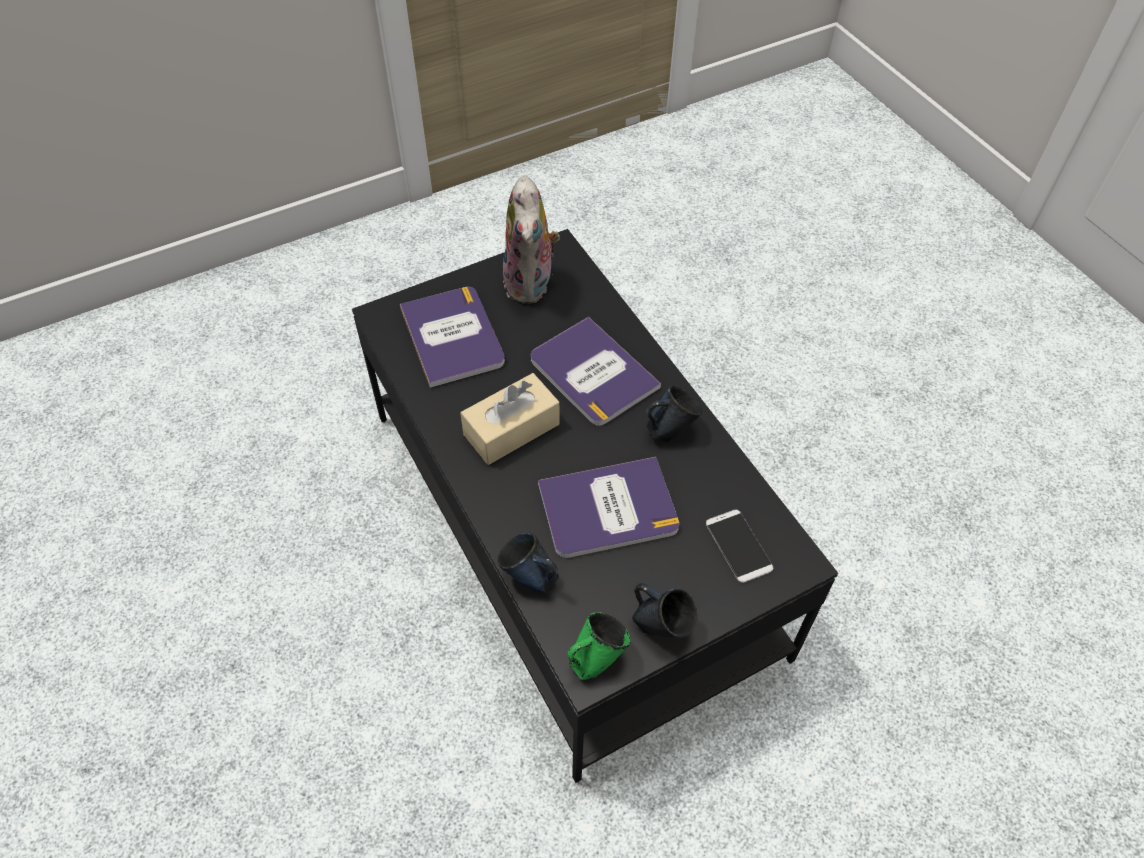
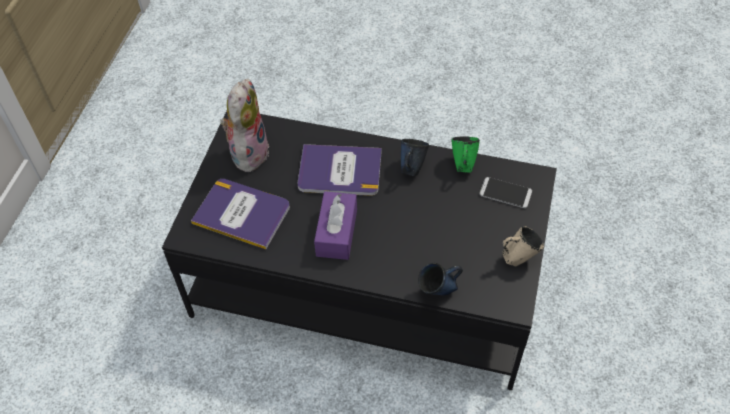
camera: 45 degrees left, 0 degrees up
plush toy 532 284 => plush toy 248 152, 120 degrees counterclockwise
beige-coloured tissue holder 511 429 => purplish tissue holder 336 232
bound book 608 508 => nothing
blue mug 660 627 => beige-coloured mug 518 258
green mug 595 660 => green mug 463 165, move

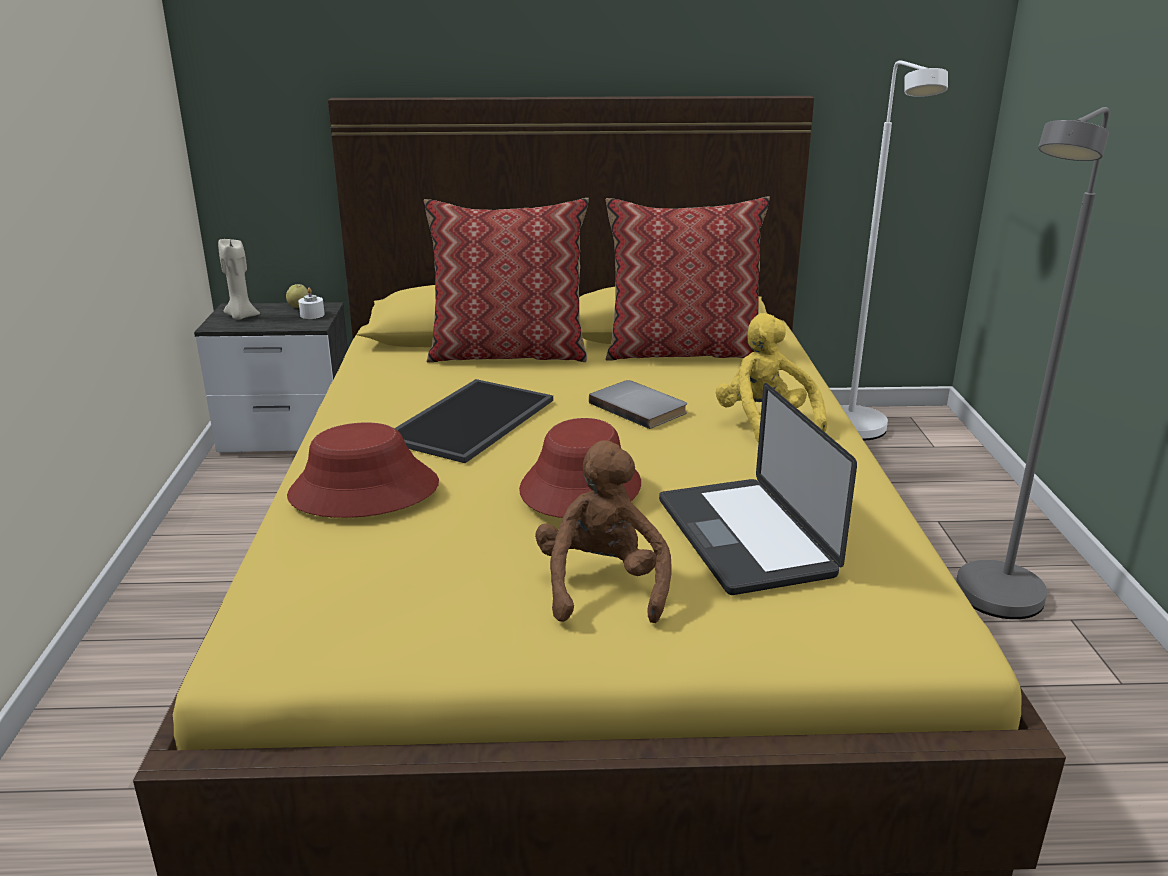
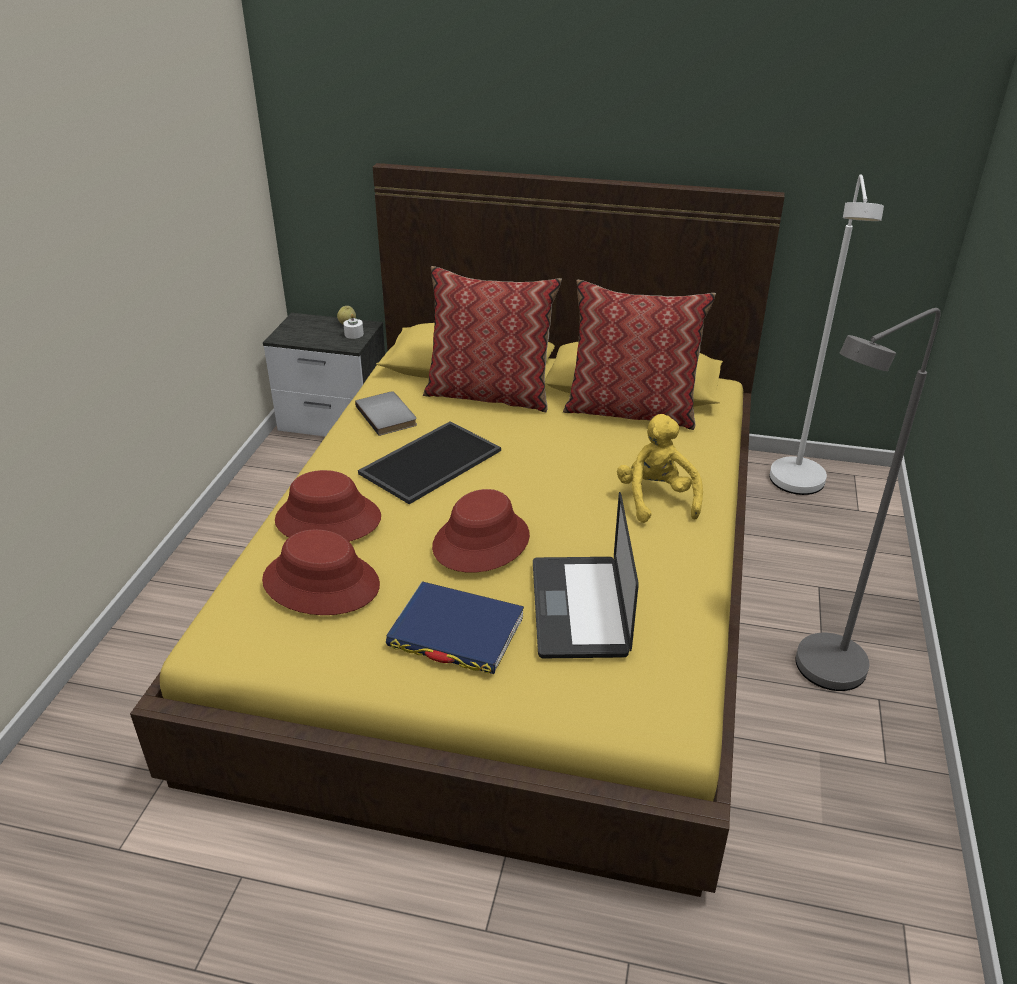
camera: 15 degrees right, 10 degrees up
beige-coloured candle 241 317 => nothing
gray bound book 640 407 => gray bound book 388 415, move
brown plush toy 602 585 => blue bound book 456 632
nothing => red hat 321 583

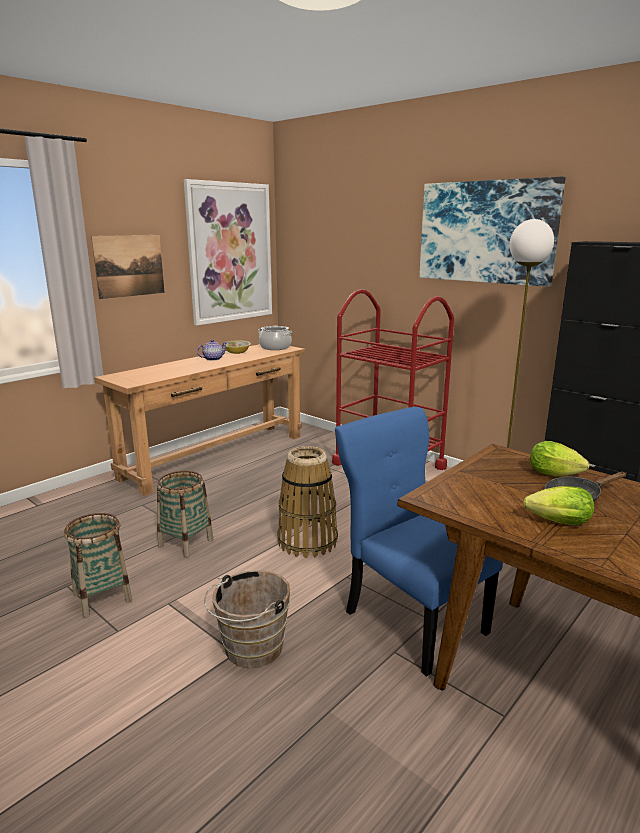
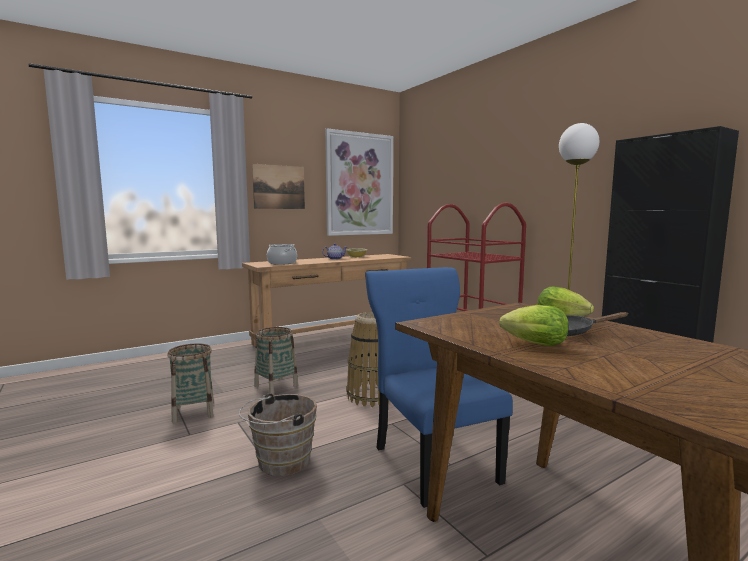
camera: 15 degrees right, 10 degrees down
picture 486 232 => nothing
saucepot 275 347 => saucepot 282 263, move

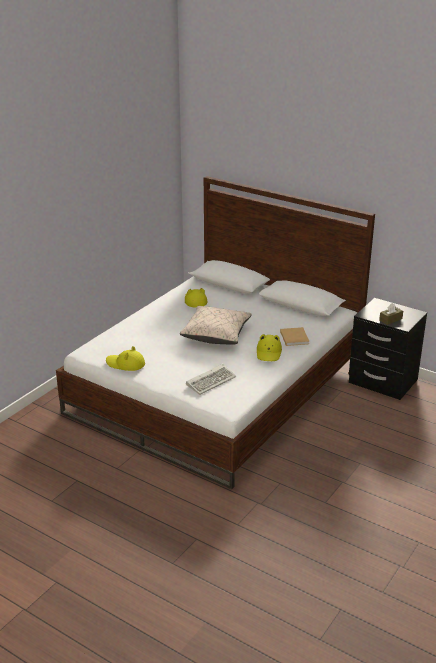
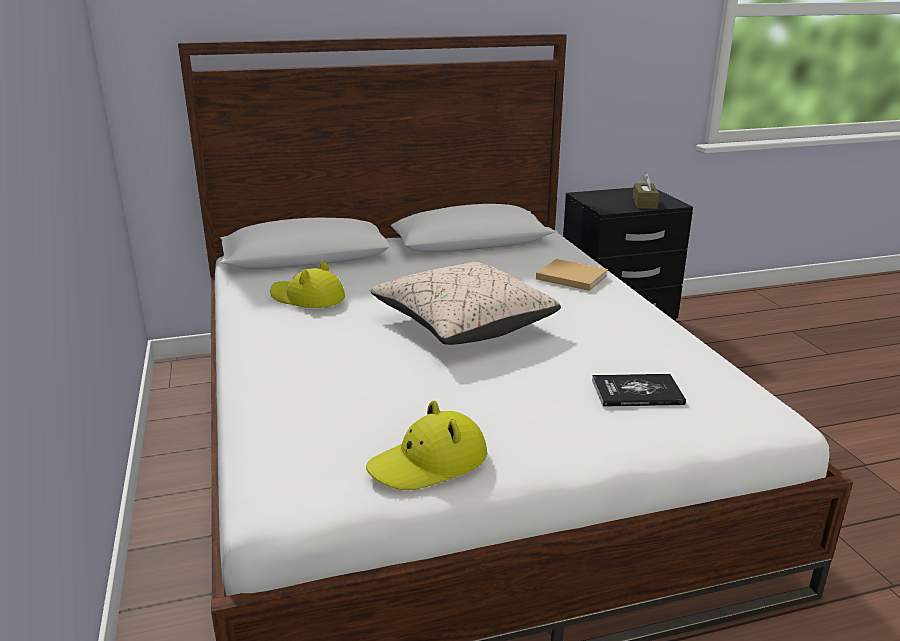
camera: 50 degrees left, 5 degrees down
yellowish hat 269 352 => nothing
computer keyboard 211 381 => bound book 637 392

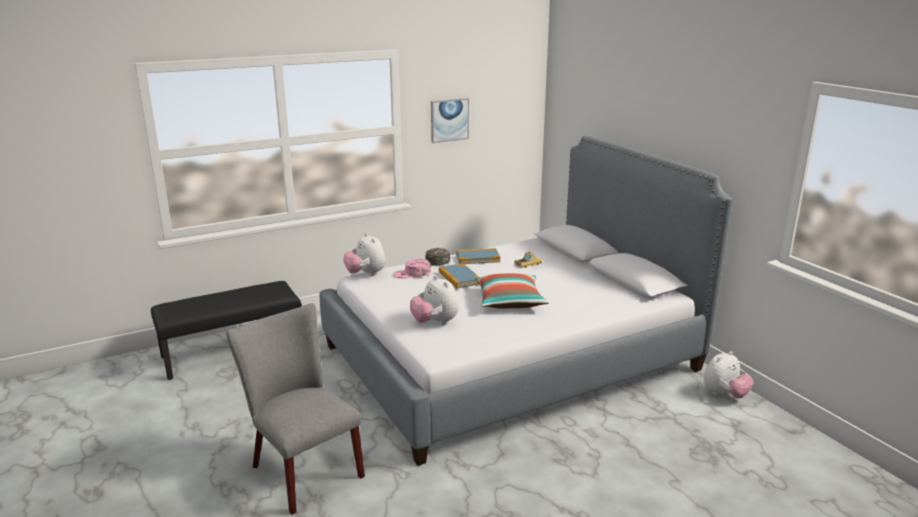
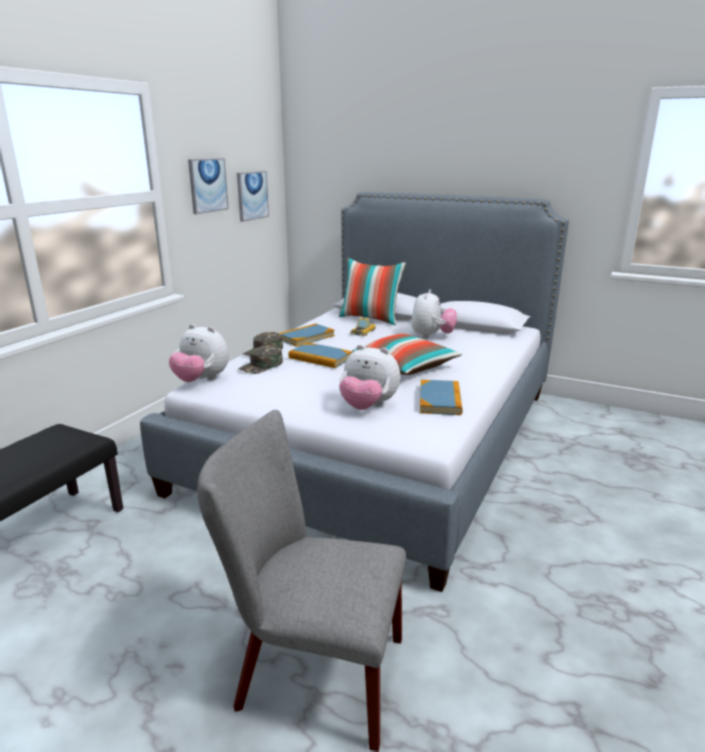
camera: 35 degrees left, 0 degrees up
pink baseball cap 412 273 => green baseball cap 261 366
plush toy 724 394 => plush toy 432 336, move
nothing => picture 252 195
nothing => pillow 370 319
nothing => bound book 440 400

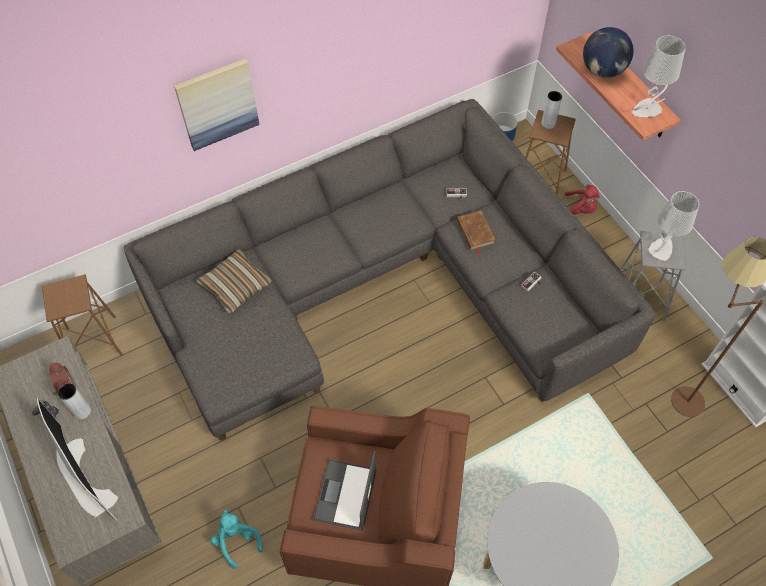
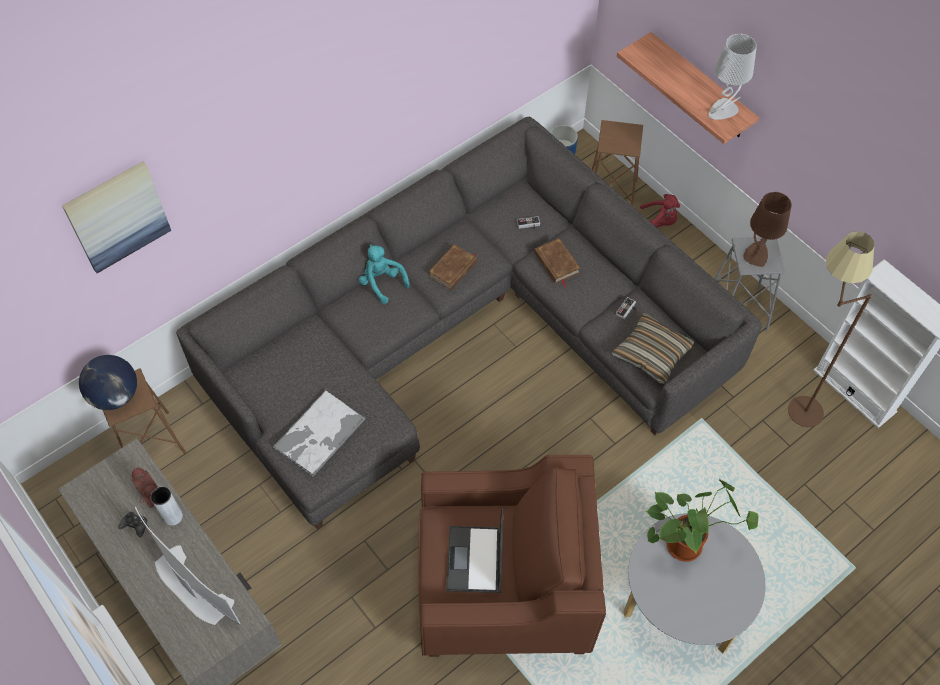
camera: 10 degrees left, 0 degrees up
world globe 602 71 => world globe 116 395, move
picture 217 104 => picture 117 216, move
gray vase 548 123 => nothing
gray table lamp 661 248 => brown table lamp 756 254
pillow 235 286 => pillow 651 353, move
turquoise-coloured plush toy 237 541 => turquoise-coloured plush toy 382 283, move
nothing => brown bound book 453 269
nothing => tray 319 434
nothing => potted plant 686 543

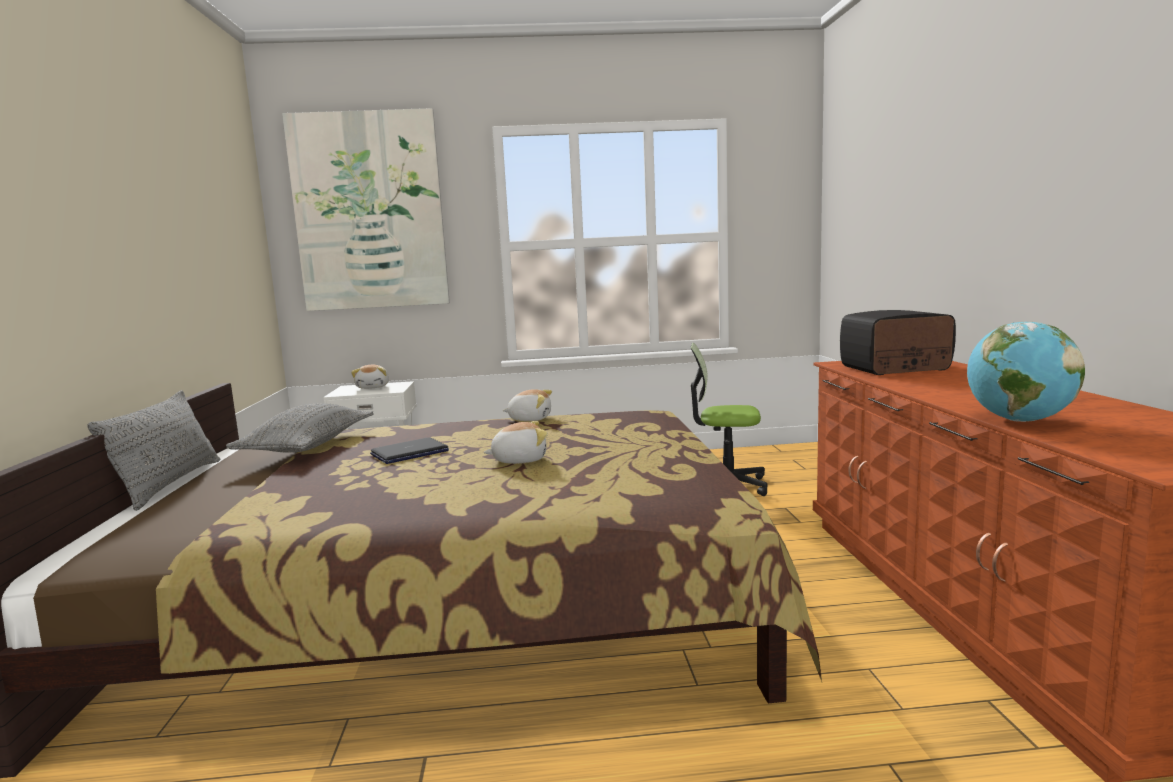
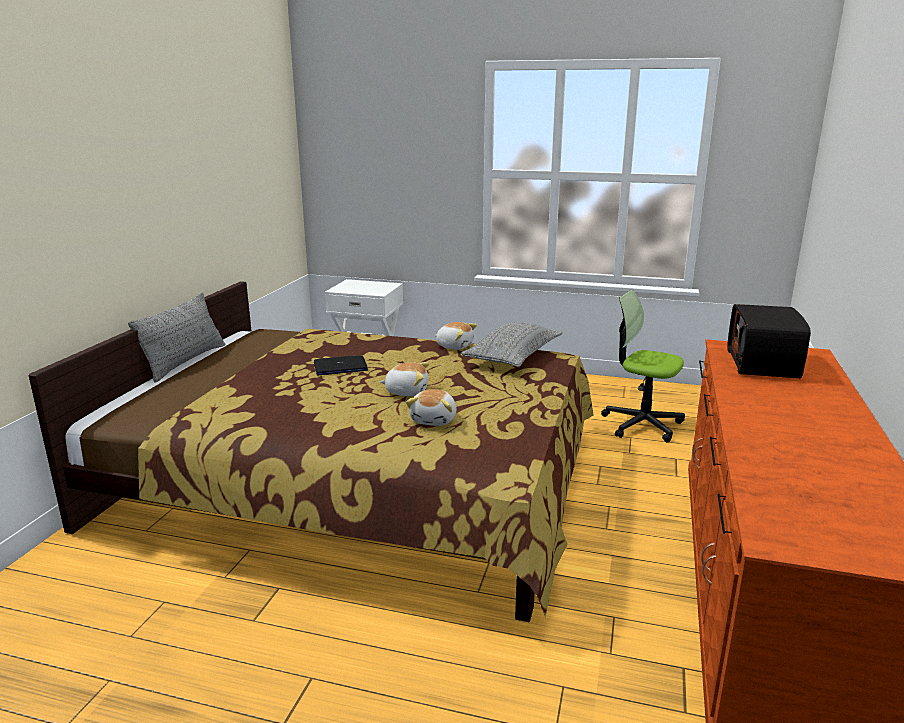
camera: 20 degrees right, 10 degrees up
picture 369 211 => nothing
radio receiver 895 368 => radio receiver 764 364, 90 degrees counterclockwise
world globe 1019 420 => nothing
plush toy 373 387 => plush toy 434 420, move
gray pillow 308 446 => gray pillow 513 357, move

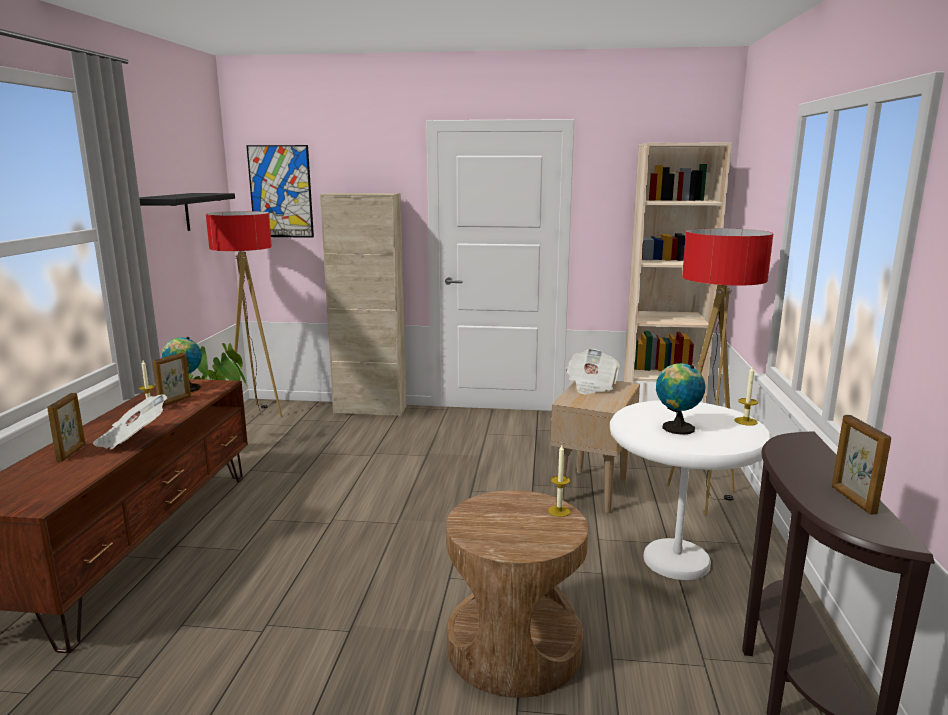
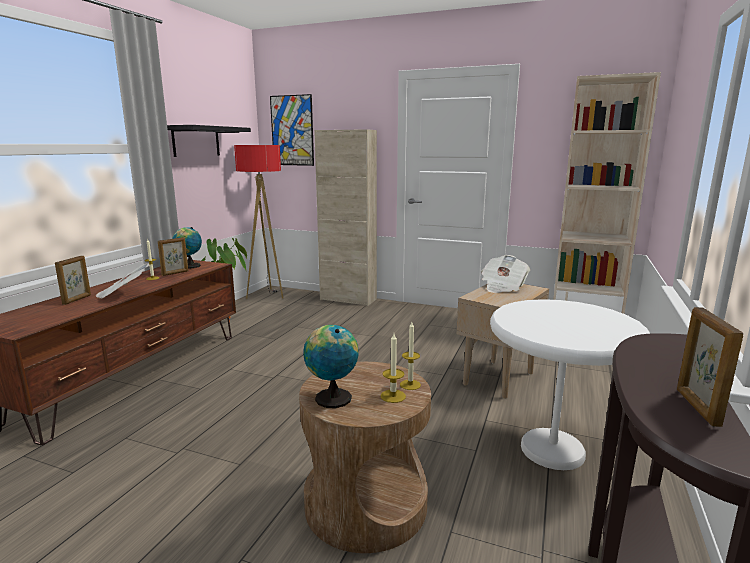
camera: 15 degrees right, 0 degrees up
standard lamp 702 497 => nothing
world globe 676 428 => world globe 331 397, move
candle 745 421 => candle 393 396, move

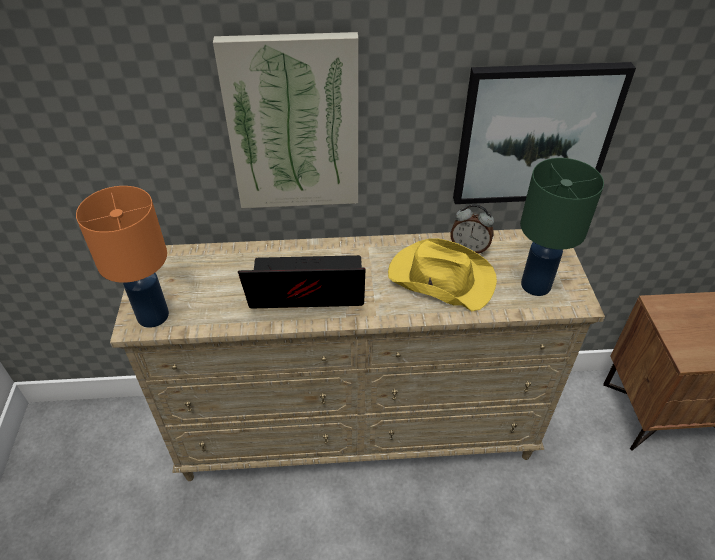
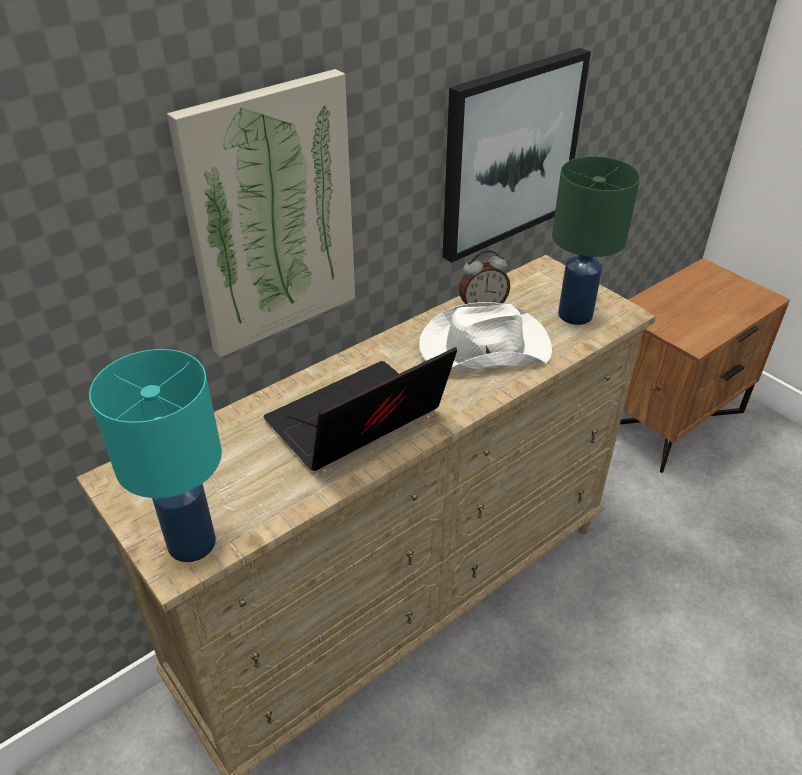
camera: 35 degrees left, 5 degrees down
orange table lamp 154 316 => turquoise-coloured table lamp 193 543
yellowish hat 440 277 => whitish hat 483 347

